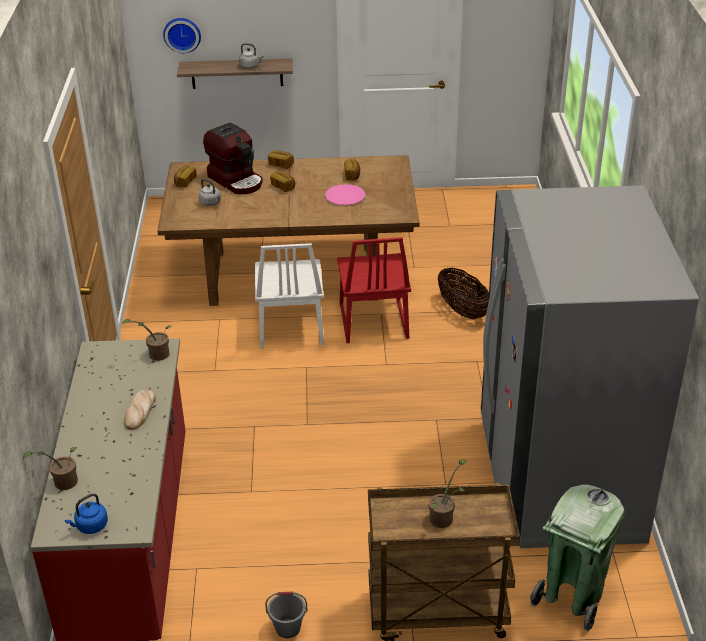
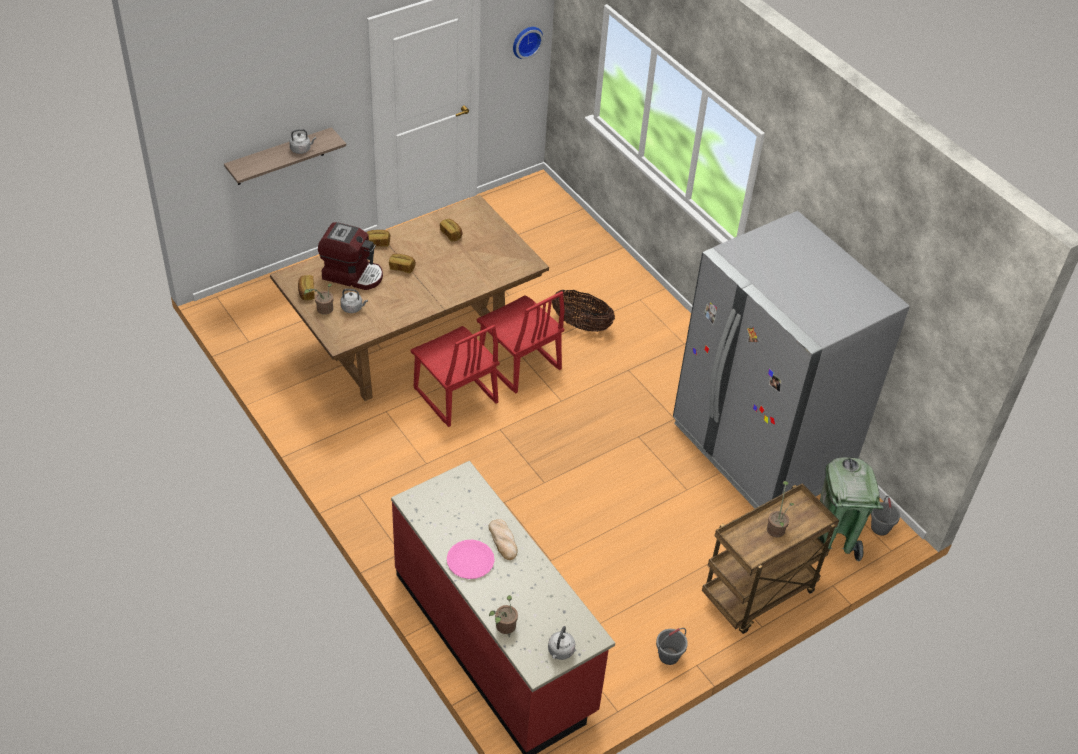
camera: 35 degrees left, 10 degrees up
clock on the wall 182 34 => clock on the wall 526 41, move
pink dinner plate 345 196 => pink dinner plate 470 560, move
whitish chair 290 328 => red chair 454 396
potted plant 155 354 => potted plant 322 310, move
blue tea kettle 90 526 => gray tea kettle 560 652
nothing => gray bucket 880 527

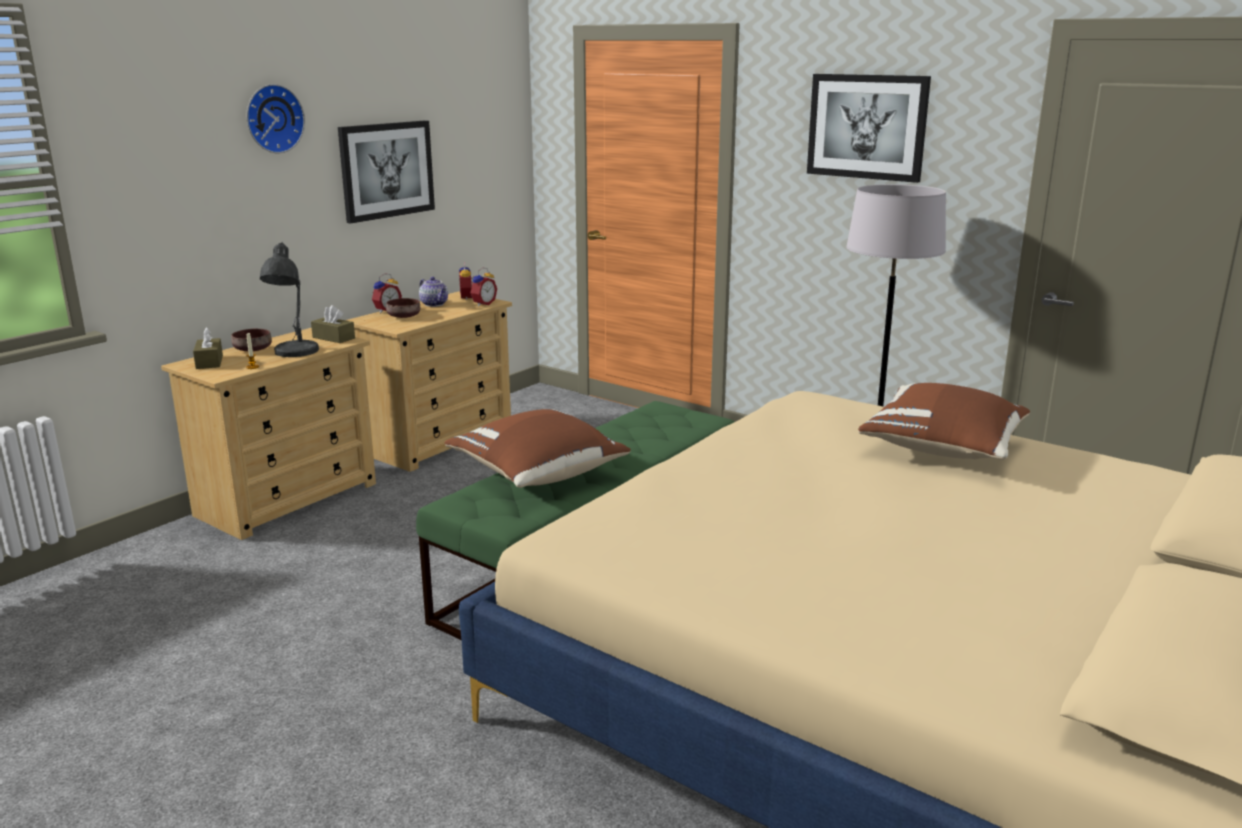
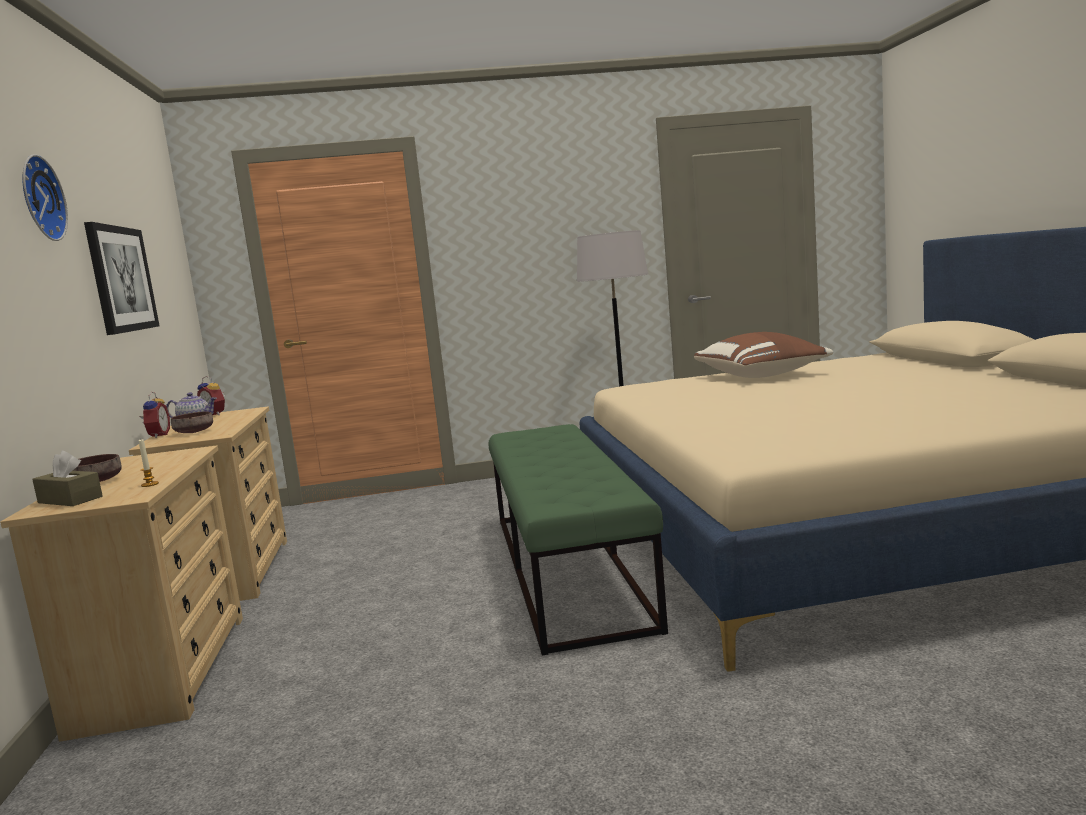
camera: 45 degrees left, 10 degrees down
picture 867 126 => nothing
gray table lamp 294 353 => nothing
table clock 483 304 => nothing
brown tissue holder 333 338 => nothing
brown pillow 539 474 => nothing

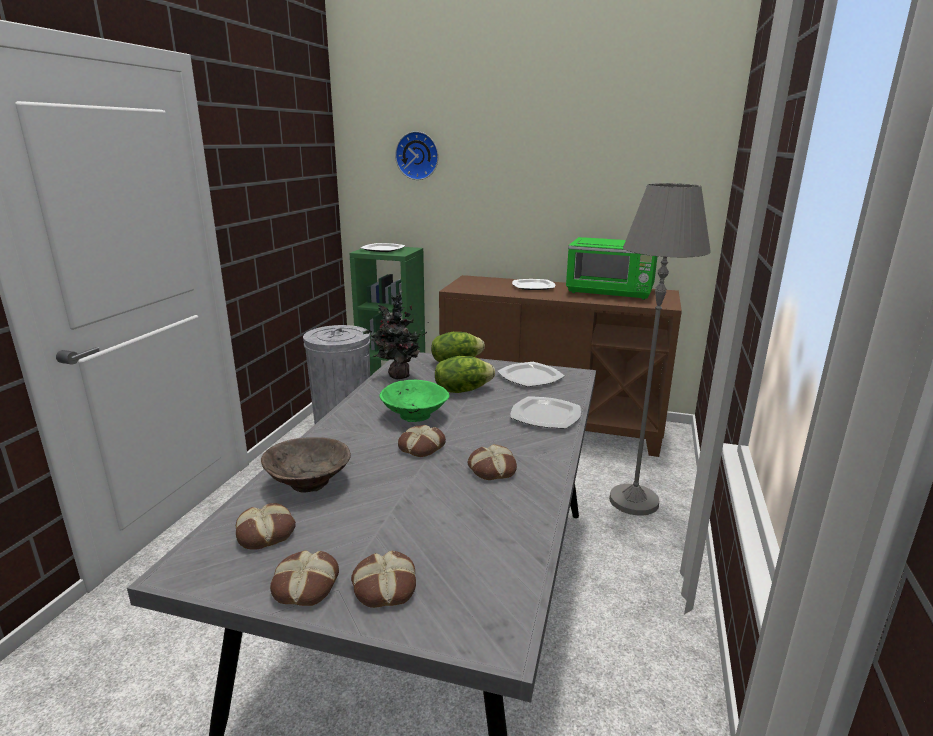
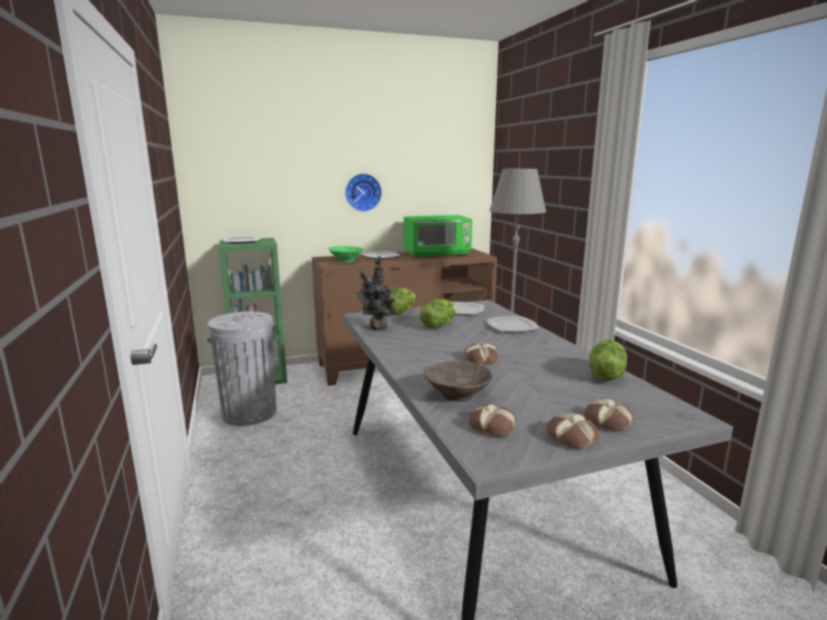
camera: 35 degrees left, 5 degrees down
clock on the wall 418 155 => clock on the wall 362 192, move
green deep dish 414 415 => green deep dish 346 261, move
bread 491 469 => nothing
nothing => lettuce head 605 375

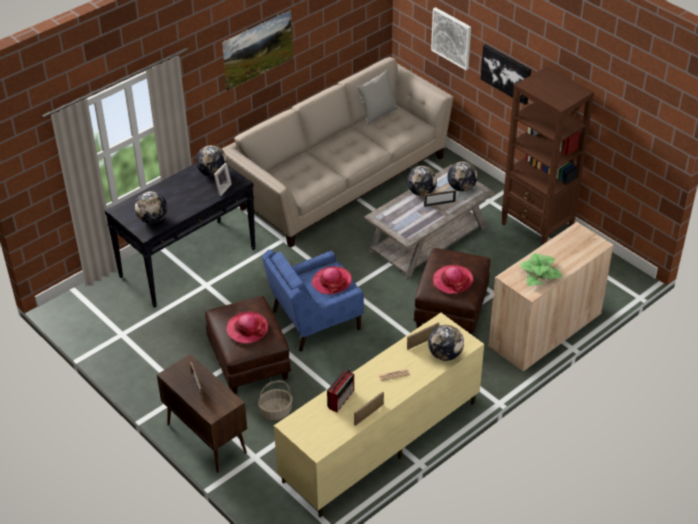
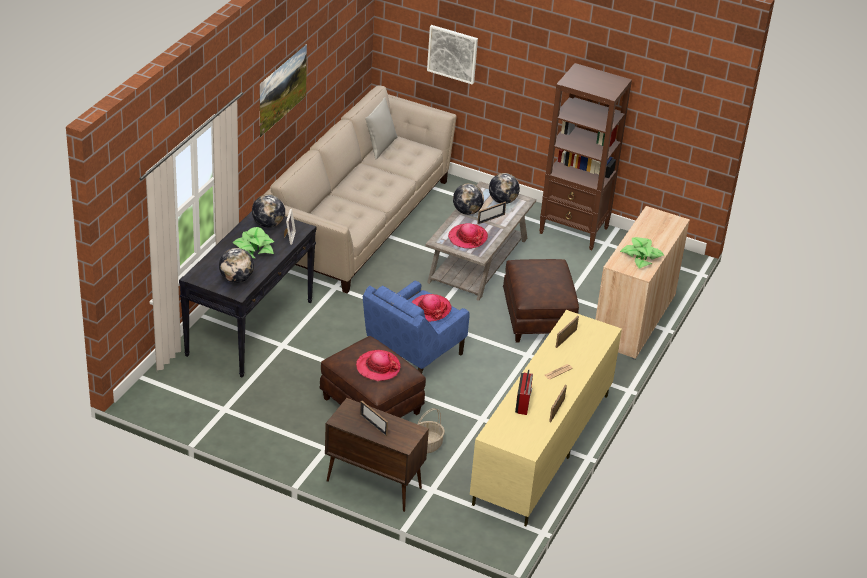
camera: 25 degrees left, 5 degrees down
picture 506 73 => nothing
hat 452 280 => hat 467 237, move
world globe 445 355 => nothing
nothing => potted plant 253 249

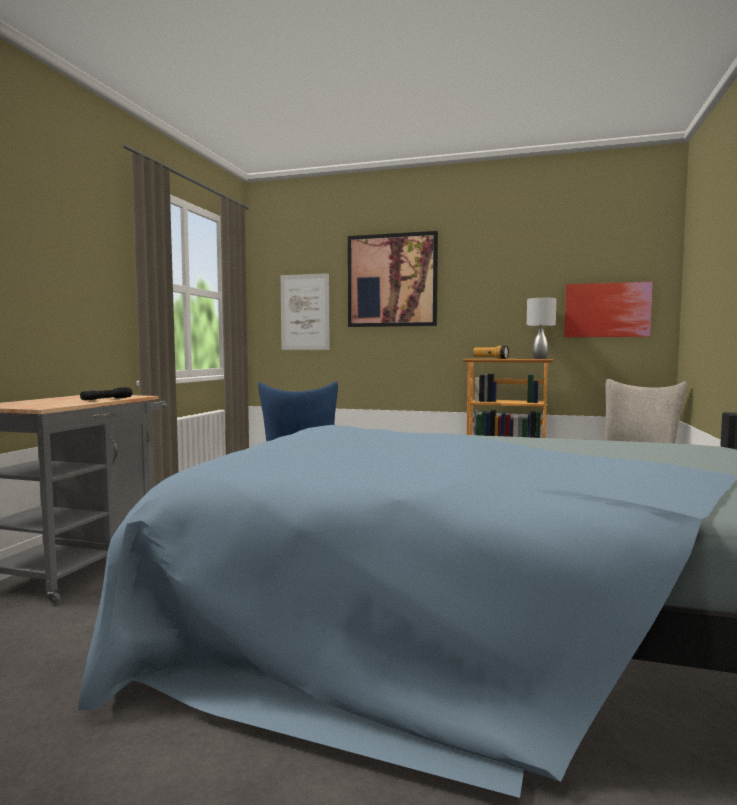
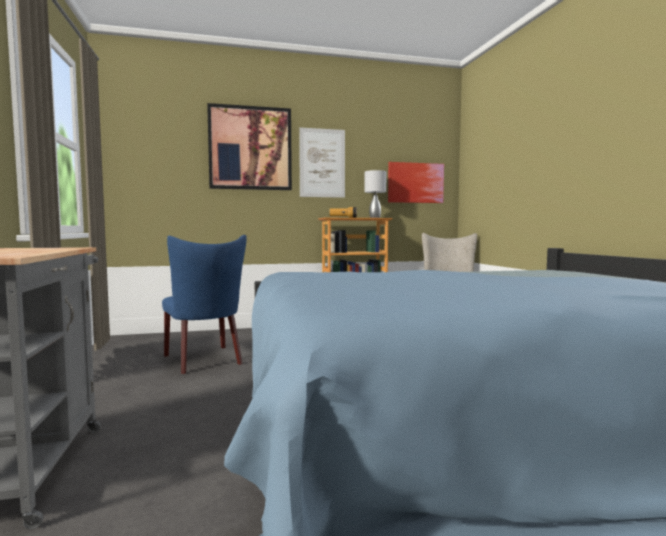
camera: 30 degrees left, 0 degrees up
picture 305 312 => picture 322 163, move
black flashlight 107 399 => nothing

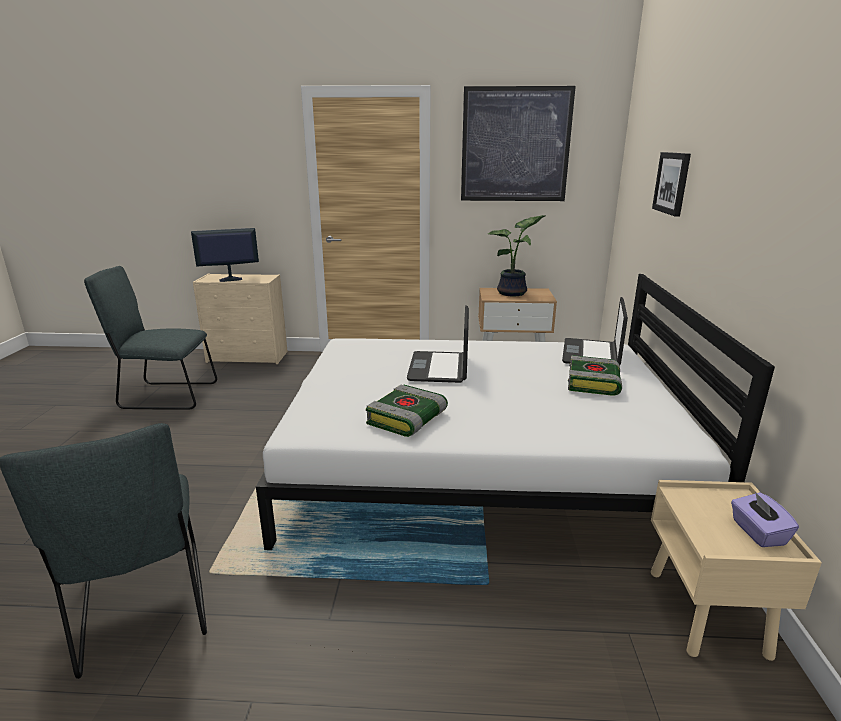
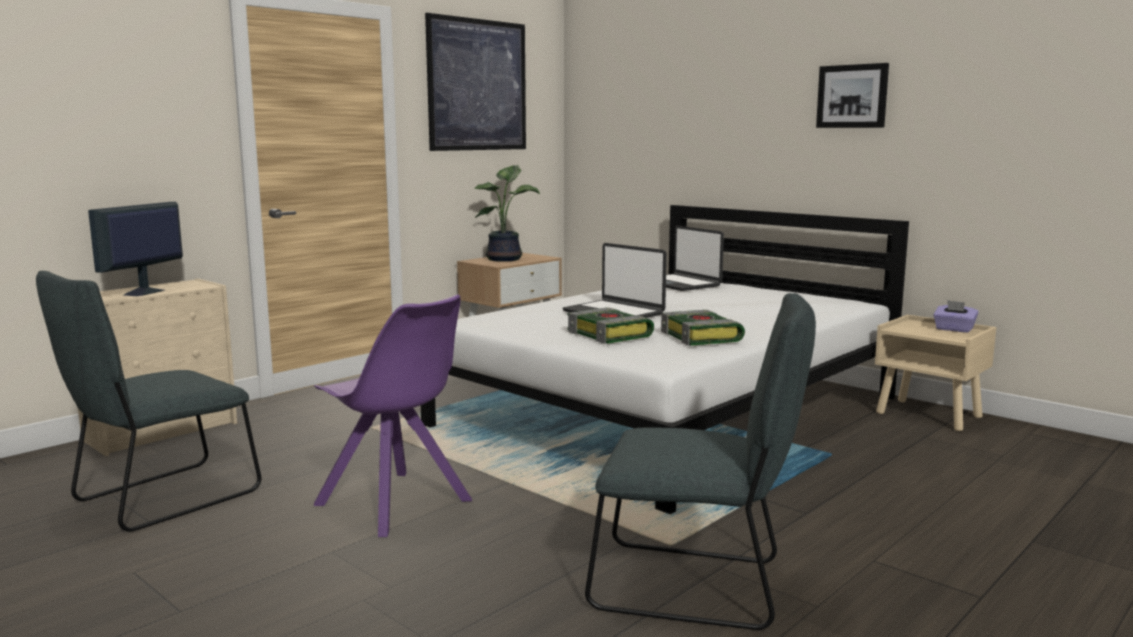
camera: 50 degrees left, 10 degrees down
picture 672 183 => picture 852 96, move
bound book 594 383 => bound book 611 335, move
nothing => purplish chair 396 504

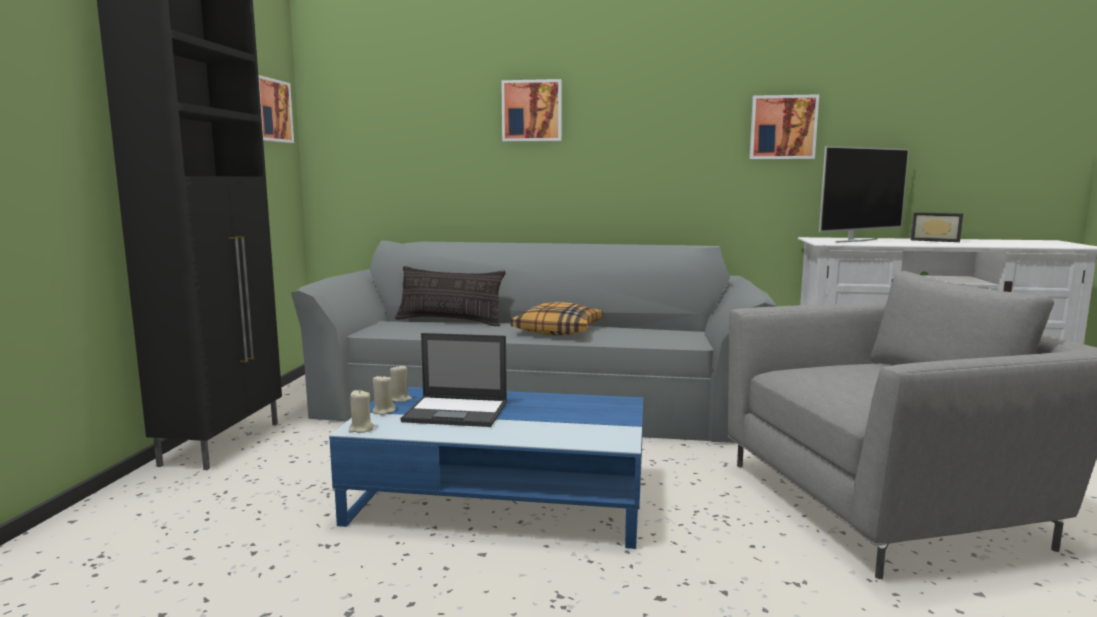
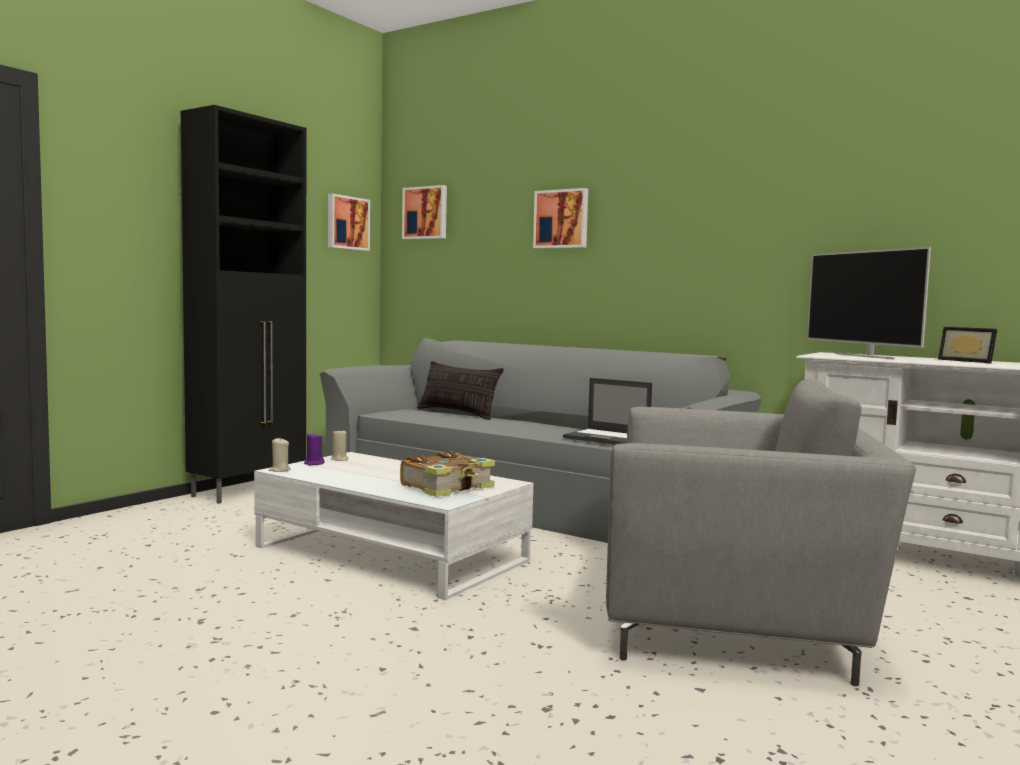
camera: 25 degrees right, 5 degrees down
picture 782 127 => picture 426 213, move
television 855 240 => television 864 356, 75 degrees clockwise
pillow 558 330 => nothing
notebook computer 457 412 => notebook computer 608 438, move
beige-coloured candle 383 411 => purplish candle 314 463
blue coffee table 499 499 => whitish coffee table 390 553
nothing => bound book 448 487

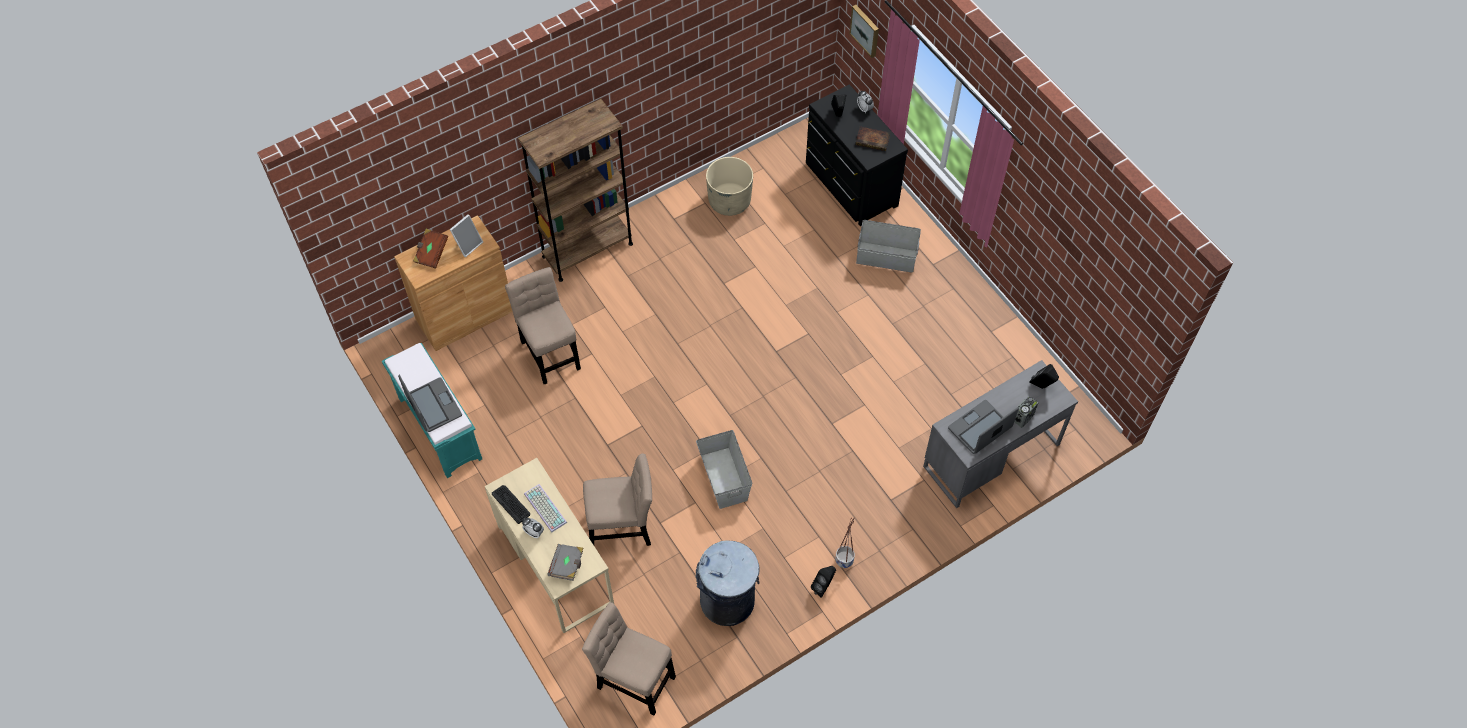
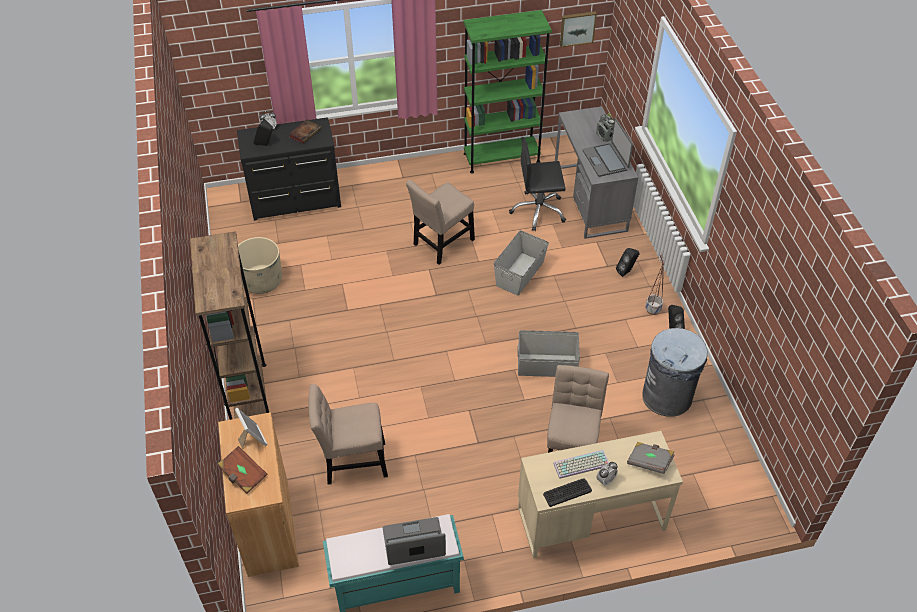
camera: 70 degrees left, 10 degrees down
picture 865 30 => picture 577 28, move
gray storage bin 886 257 => gray storage bin 520 273, move
black loudspeaker 1041 386 => black loudspeaker 626 271, move
beige-coloured chair 633 679 => beige-coloured chair 442 244, move
nothing => green bookcase 501 158
nothing => black office chair 538 211

